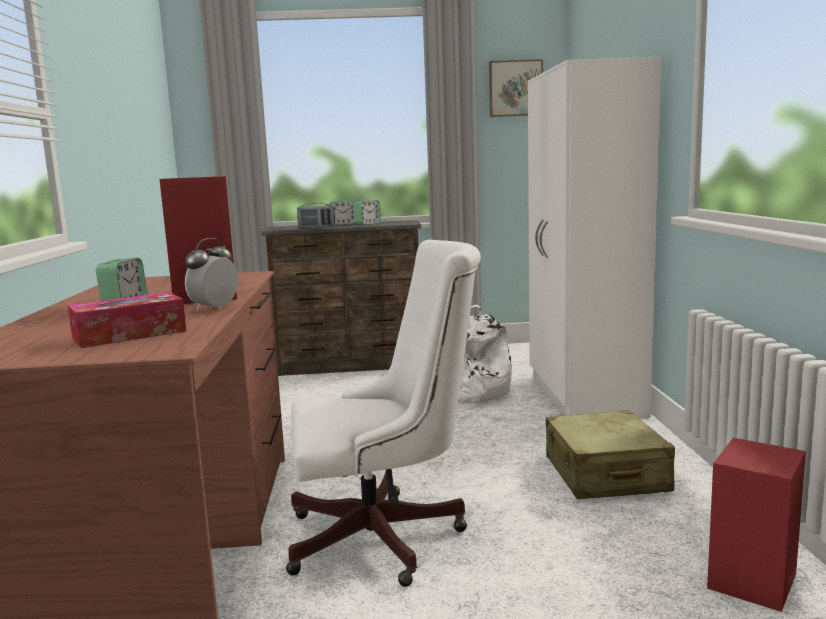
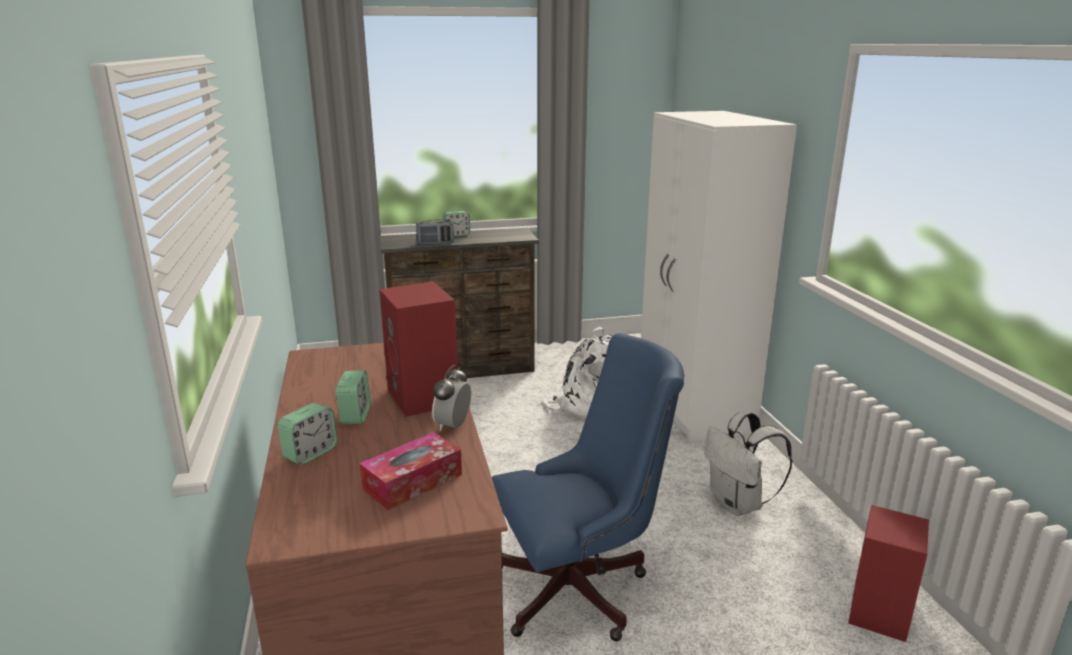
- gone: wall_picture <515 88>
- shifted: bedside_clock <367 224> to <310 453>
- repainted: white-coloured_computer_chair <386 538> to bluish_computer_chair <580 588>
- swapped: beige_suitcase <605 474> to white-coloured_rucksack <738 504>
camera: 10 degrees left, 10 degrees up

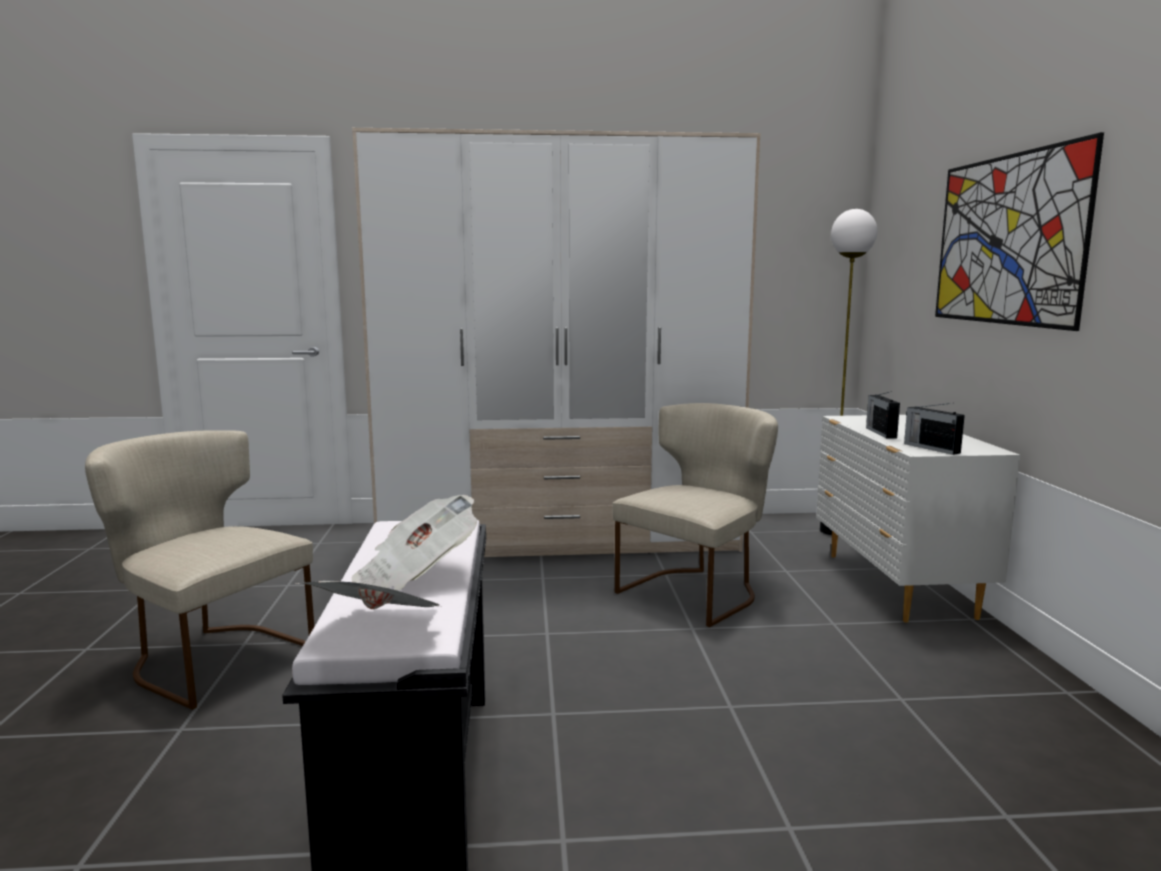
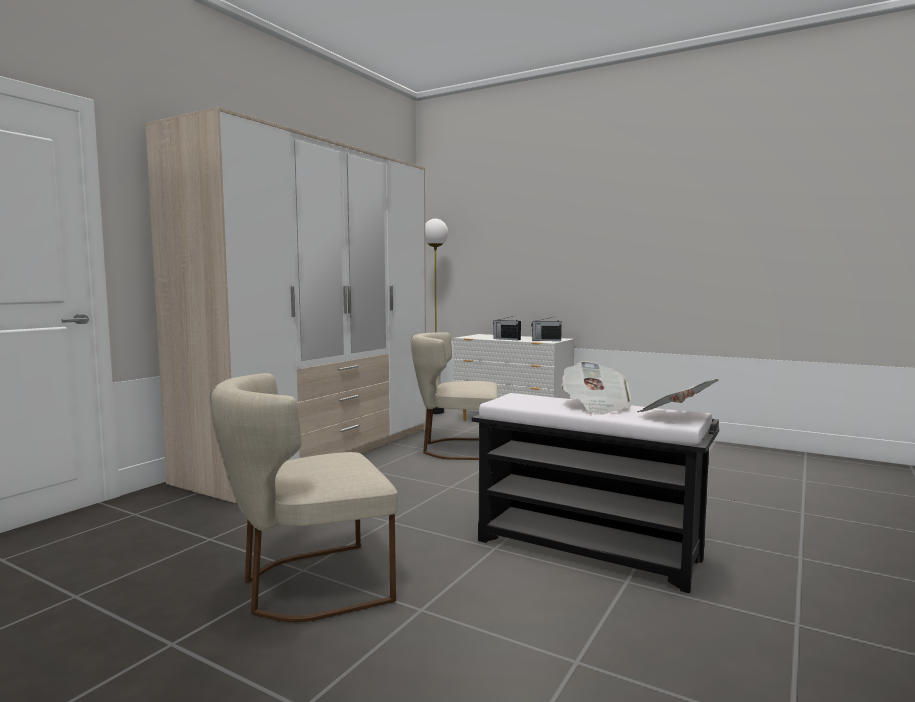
- gone: wall_picture <1006 240>
- rotated: beige_upright_chair <697 591> = <456 449> 75 degrees counterclockwise
camera: 55 degrees left, 5 degrees down

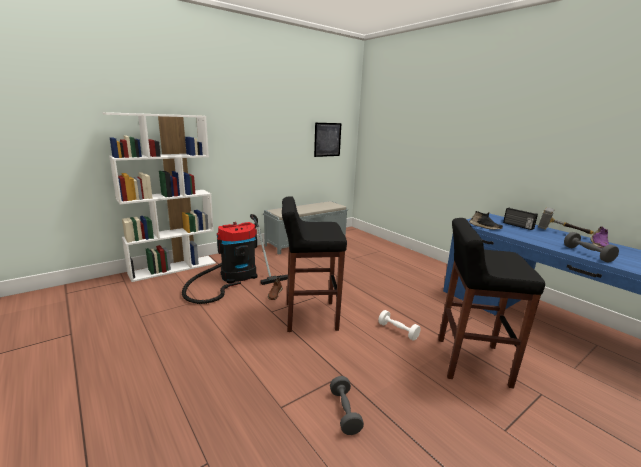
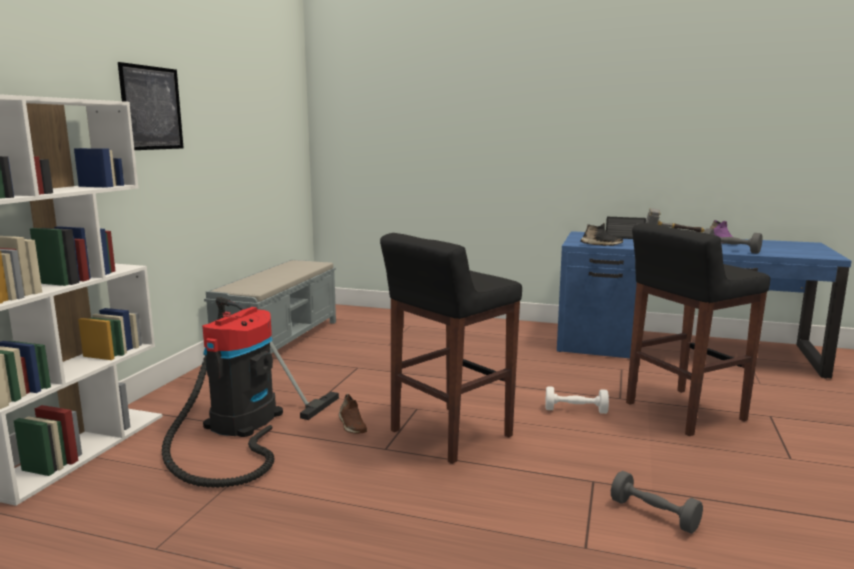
- shifted: wall_picture <327 139> to <152 108>
camera: 35 degrees left, 5 degrees down

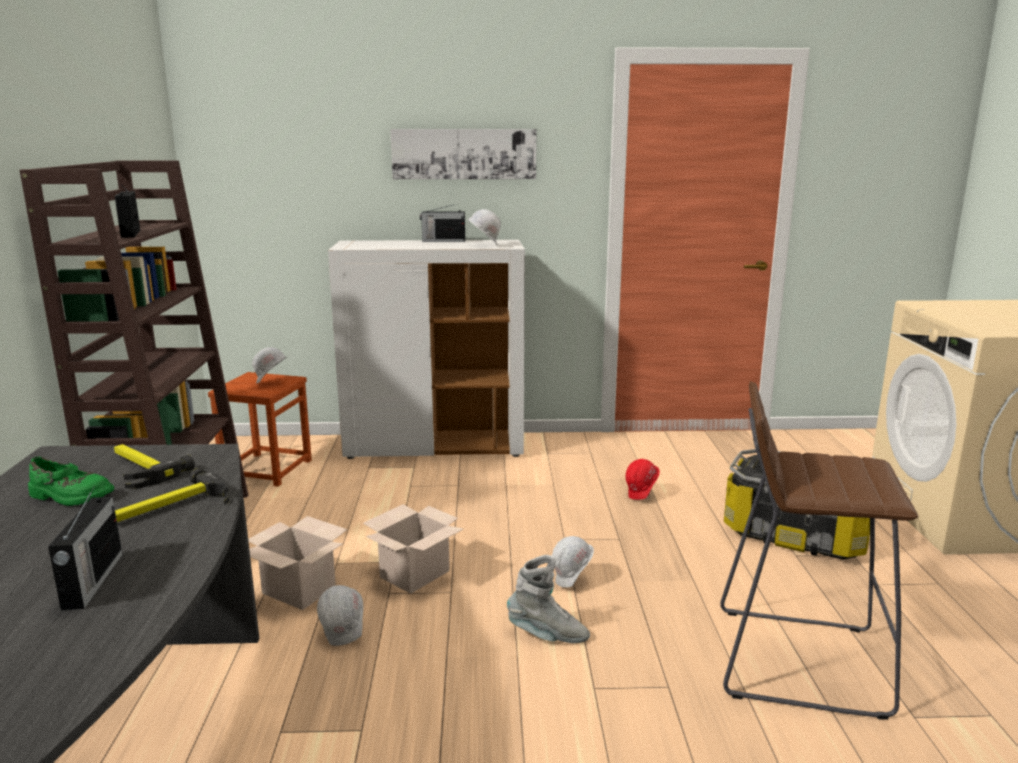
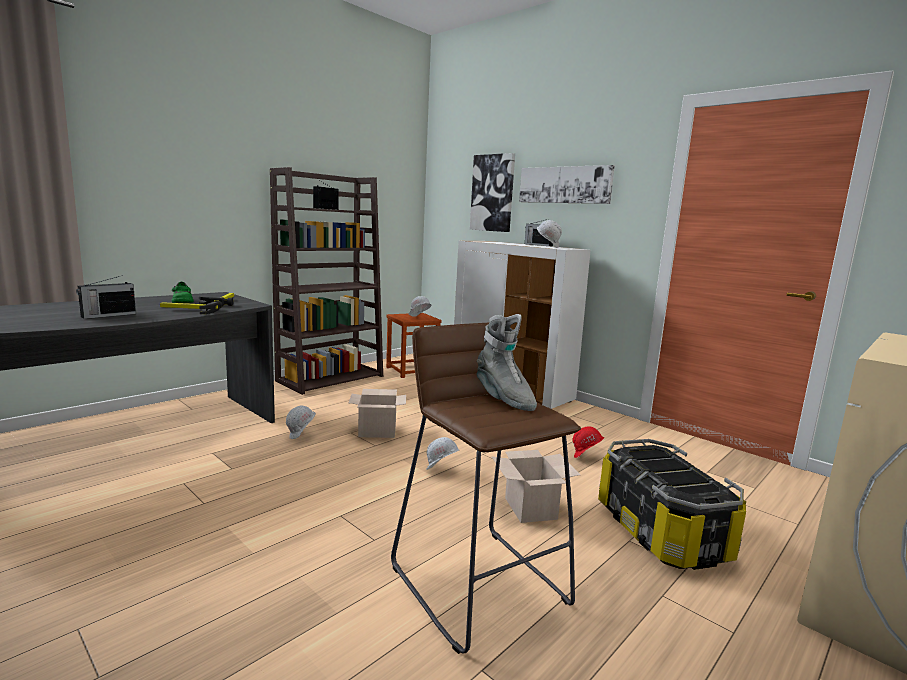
- shifted: packing_box <301 590> to <532 509>
- shifted: grey_tall_boot <547 635> to <503 398>
- new: wall_picture <493 193>
camera: 45 degrees right, 5 degrees down

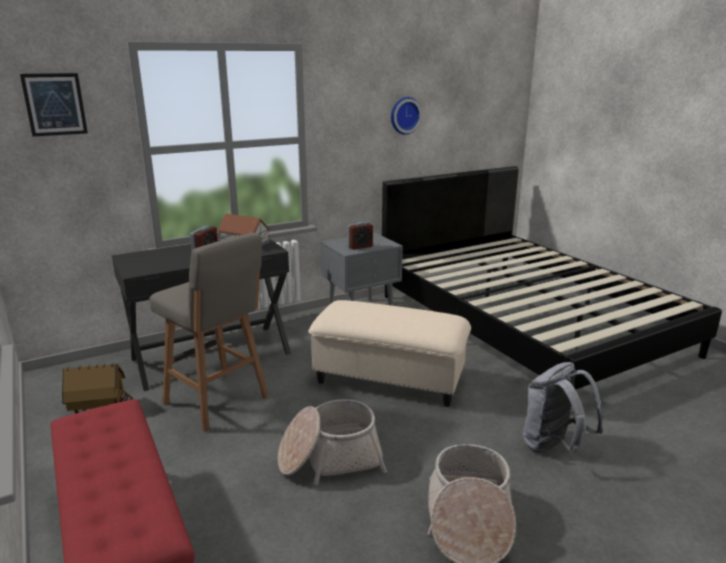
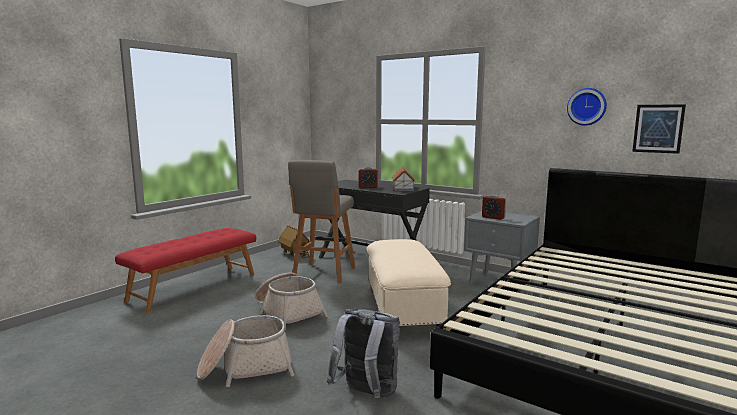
- shifted: wall_picture <55 104> to <658 128>
camera: 65 degrees right, 10 degrees down

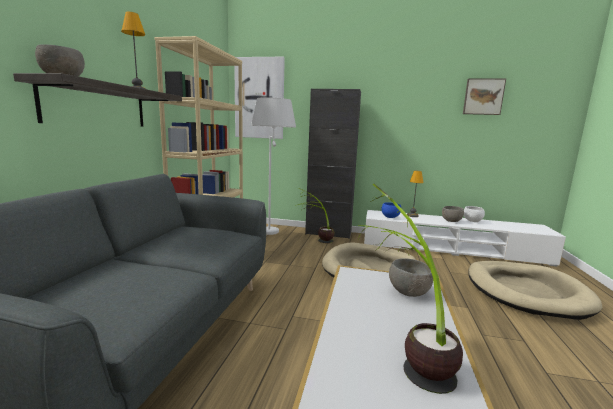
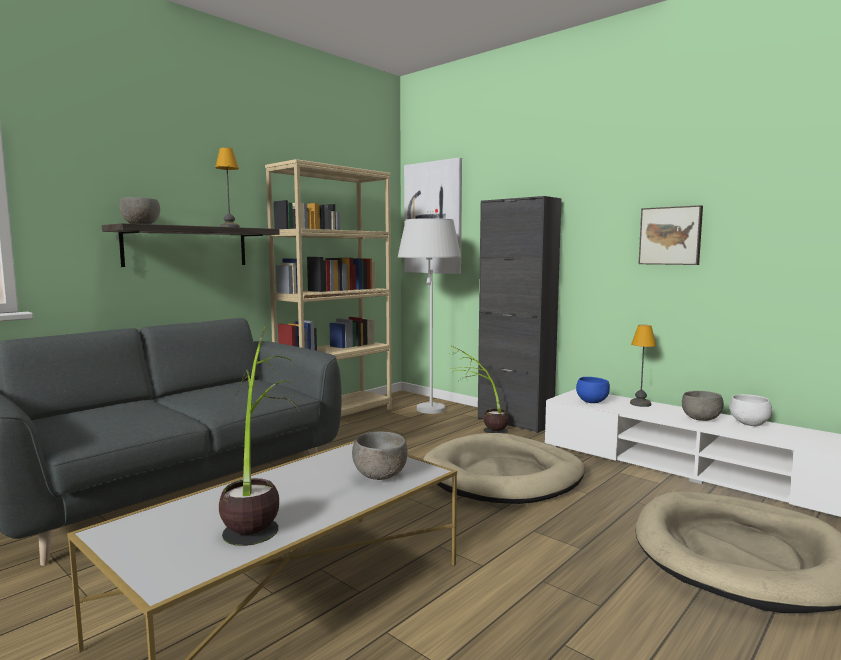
- shifted: wall_picture <483 97> to <670 236>
camera: 30 degrees right, 5 degrees down

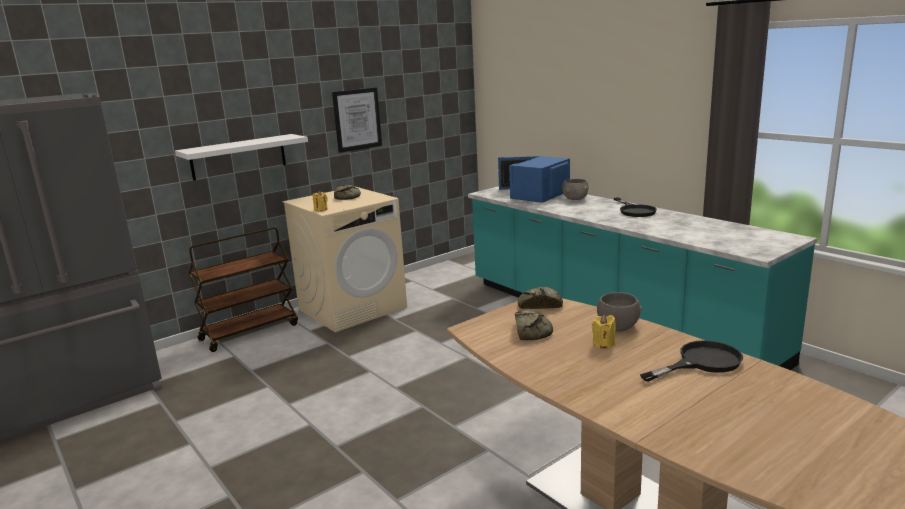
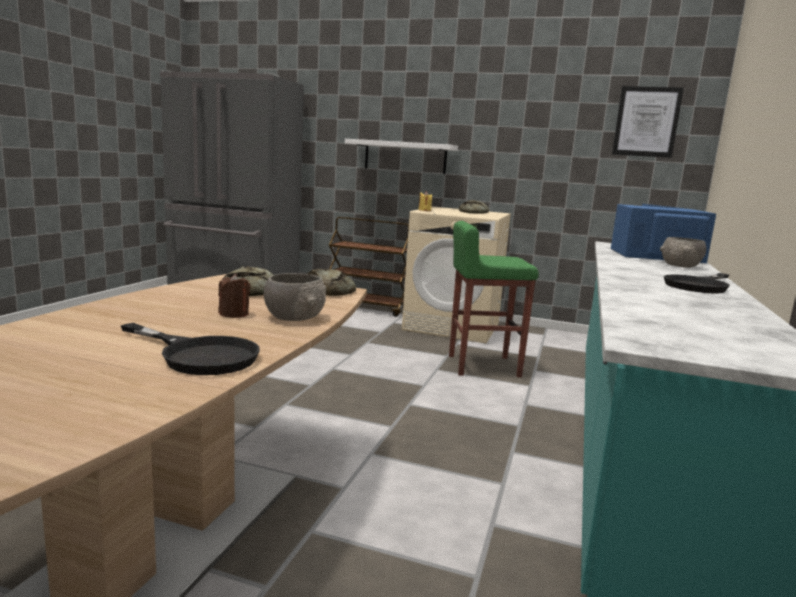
- shifted: wall_picture <357 119> to <646 122>
- repainted: yellowish_wax_light <603 344> to brownish_wax_light <234 314>
- new: green_stool <482 365>
camera: 55 degrees right, 5 degrees down

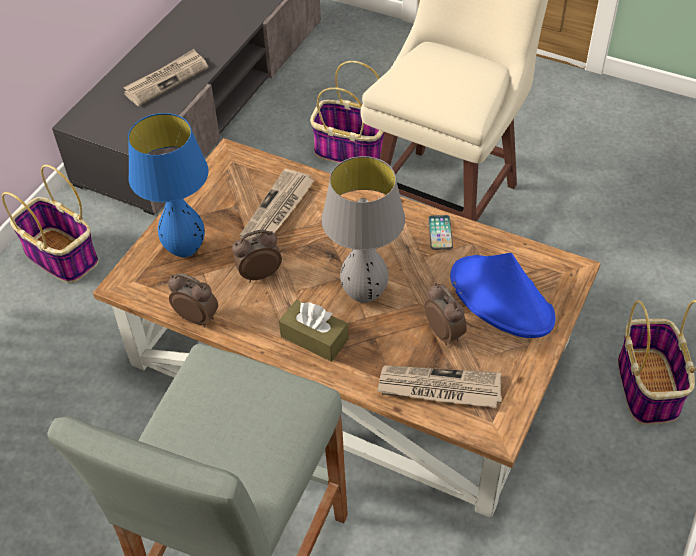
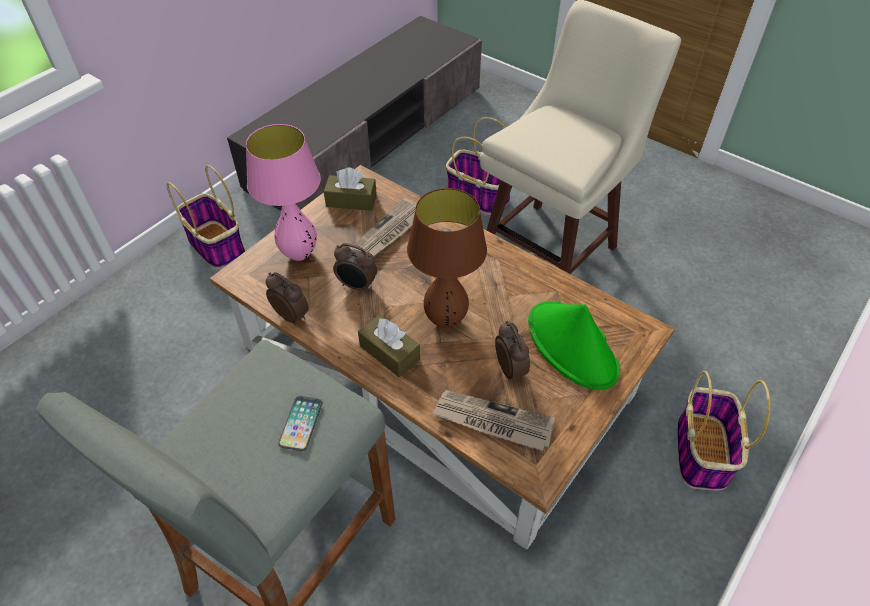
- gone: printed_paper <166 79>
- repainted: bluish_lamp_for_a_table <185 249> to pink-coloured_lamp_for_a_table <299 254>
- repainted: grey_lamp_for_a_table <364 295> to brownish_lamp_for_a_table <445 321>
- shifted: handset <440 233> to <301 423>
- rotated: bedside_clock <259 274> = <357 286> 150 degrees counterclockwise
- repainted: bluish_clothing_hat <502 298> to green_clothing_hat <572 346>
- new: brownish_tissue_holder <351 200>
camera: 10 degrees right, 0 degrees up

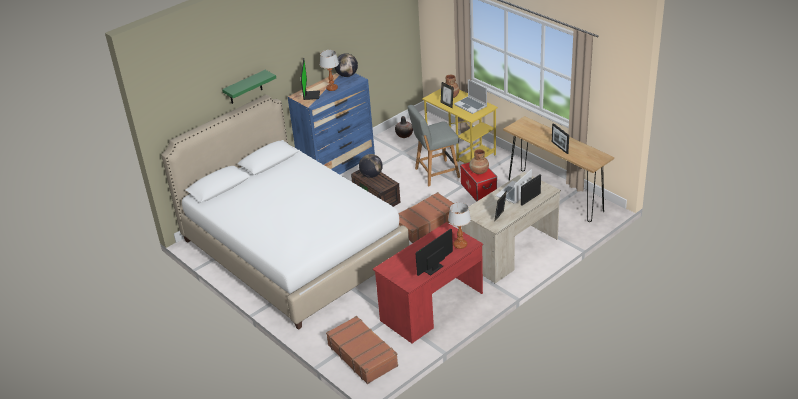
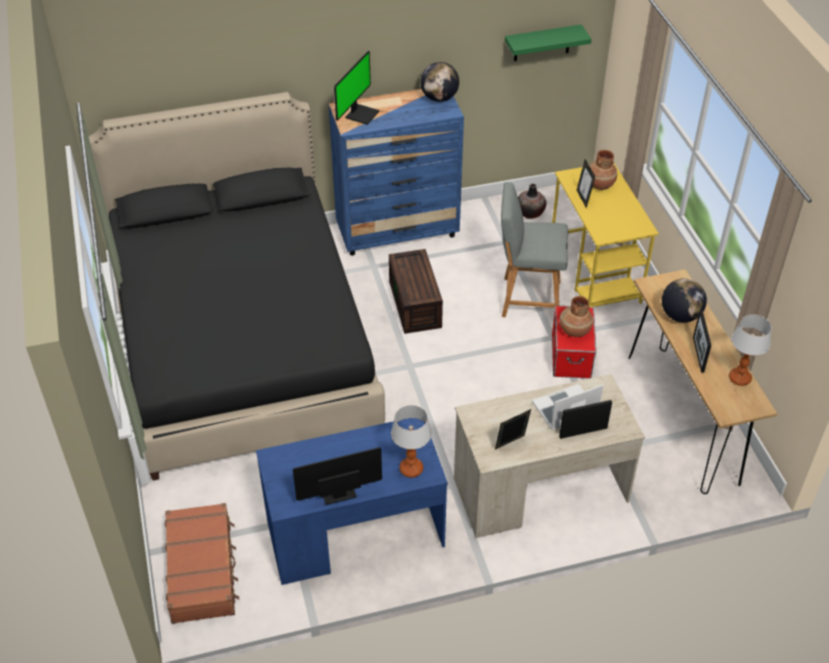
- shifted: lamp_for_a_table <332 88> to <739 378>
- shifted: green_shelf <245 87> to <542 43>
- gone: laptop <471 105>
- repainted: white-coloured_bed <293 250> to black_bed <241 343>
- shifted: desk_globe <371 175> to <680 315>
- gone: brownish_suitcase <425 223>
- repainted: reddish_desk_table <431 307> to bluish_desk_table <354 534>
camera: 25 degrees right, 10 degrees up

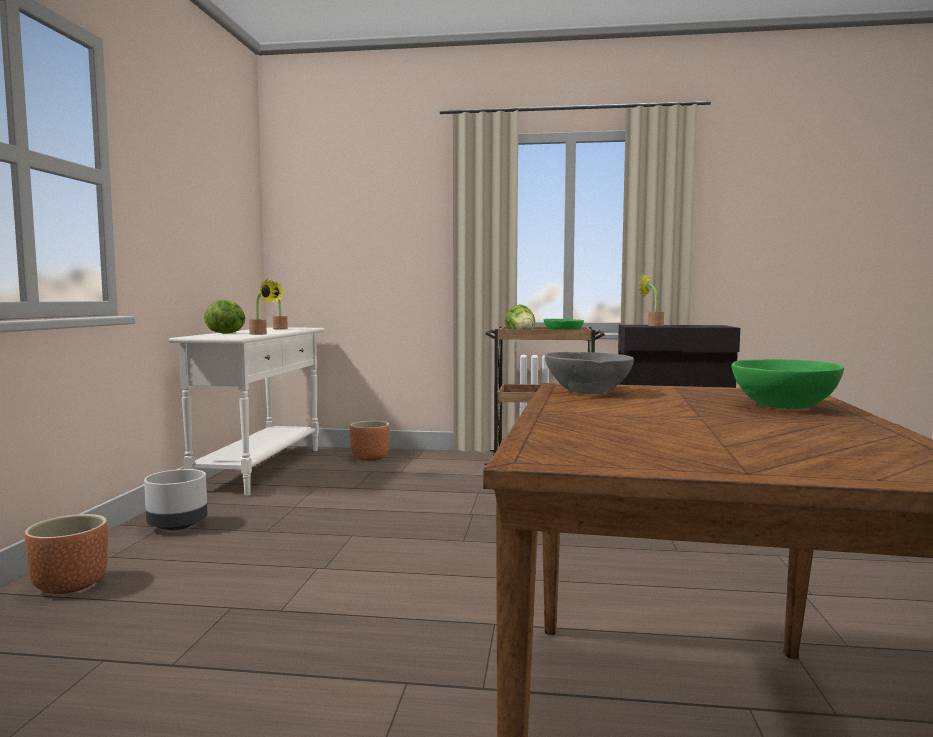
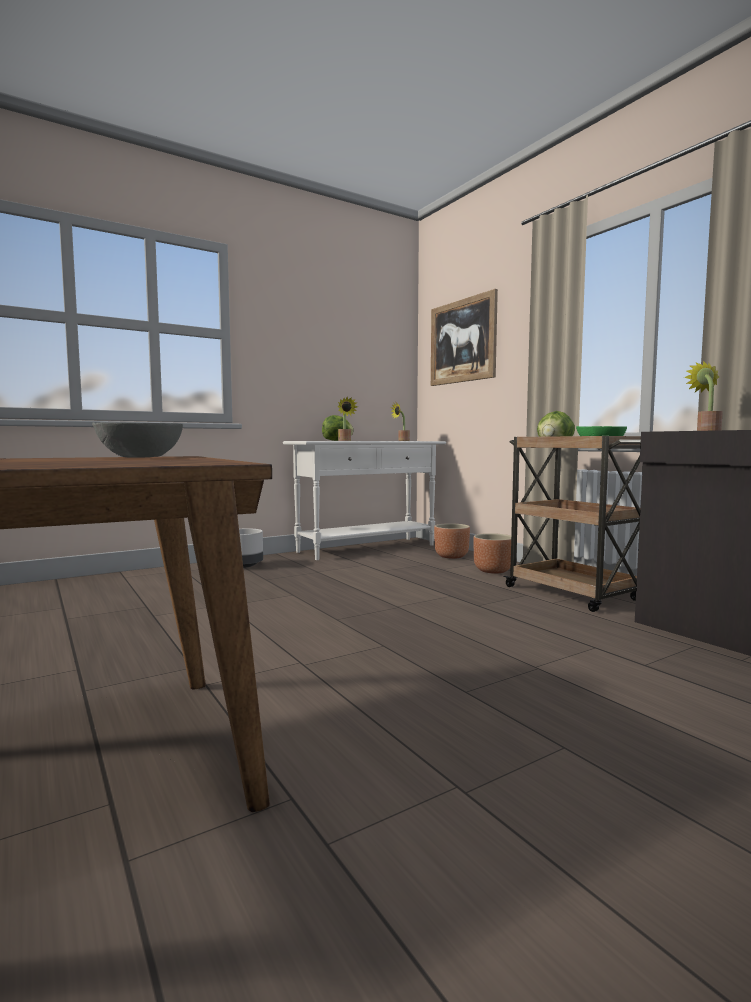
- gone: green_deep_dish <784 406>
- shifted: brownish_plant_pot <70 585> to <492 571>
- new: wall_picture <462 341>
camera: 50 degrees right, 0 degrees up

